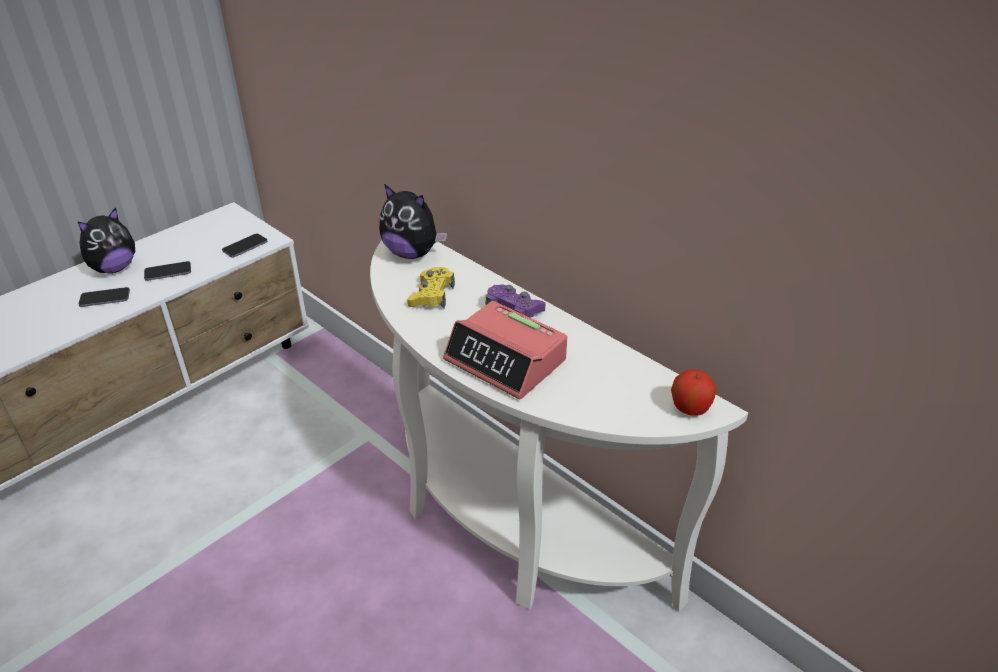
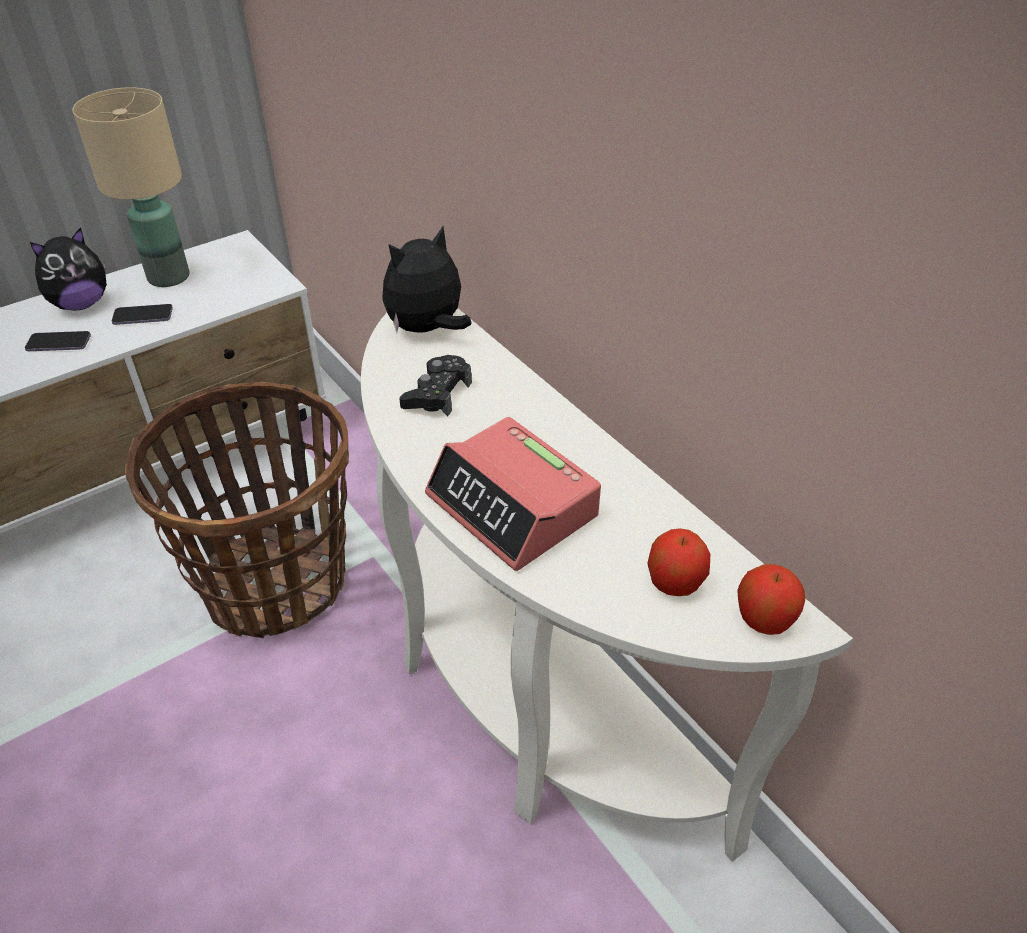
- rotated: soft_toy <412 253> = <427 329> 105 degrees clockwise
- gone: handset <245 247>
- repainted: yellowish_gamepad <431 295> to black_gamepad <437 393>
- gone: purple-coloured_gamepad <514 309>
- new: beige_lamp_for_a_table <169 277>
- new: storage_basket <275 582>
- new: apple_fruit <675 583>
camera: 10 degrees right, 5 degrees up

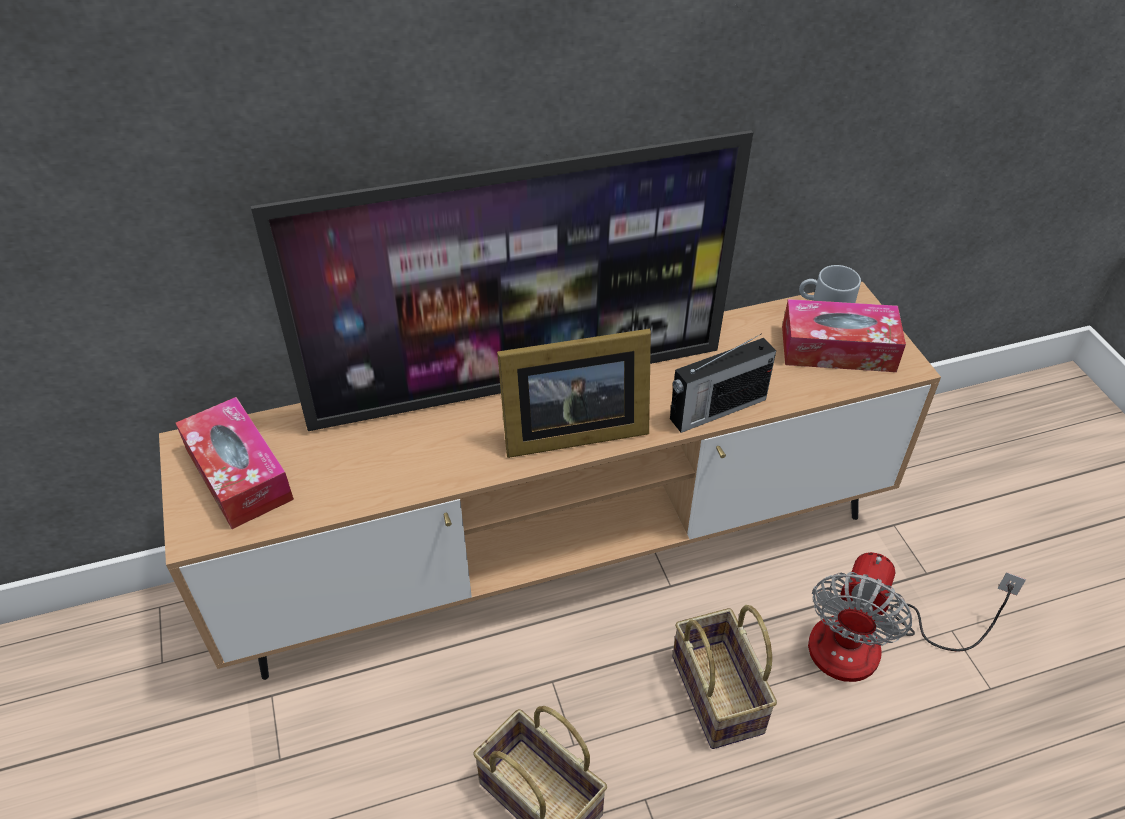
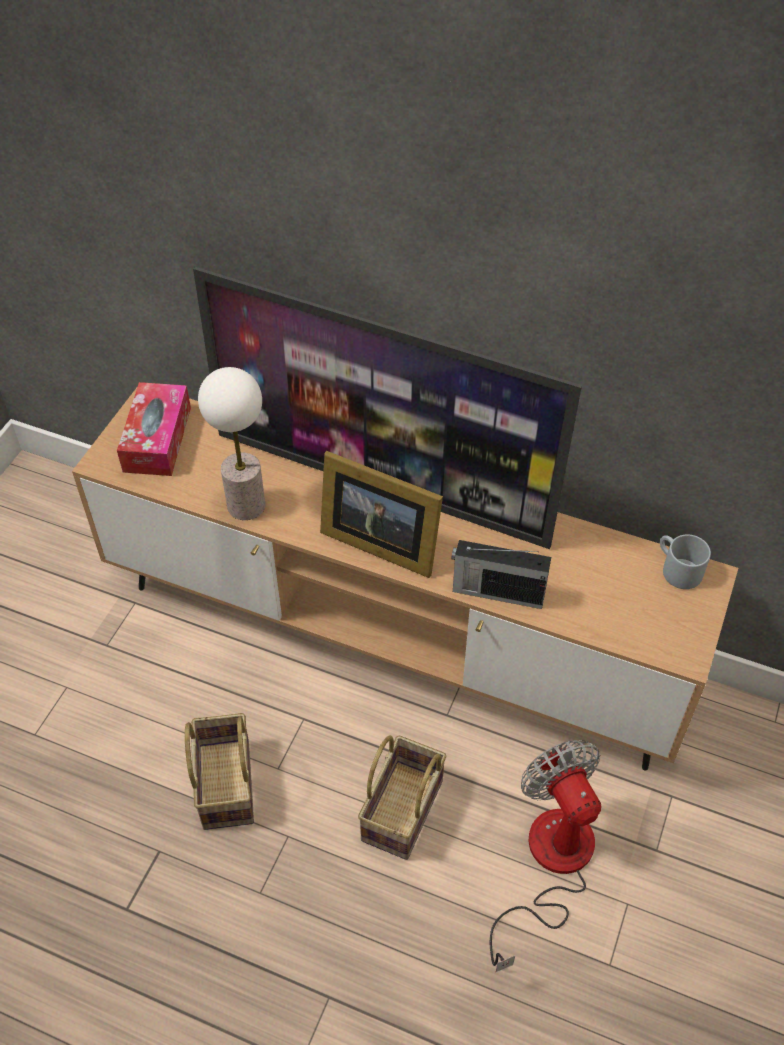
- gone: tissue_holder <838 349>
- rotated: fan <870 645> = <550 864> 90 degrees clockwise
- new: lamp_for_a_table <246 506>
camera: 40 degrees right, 5 degrees up

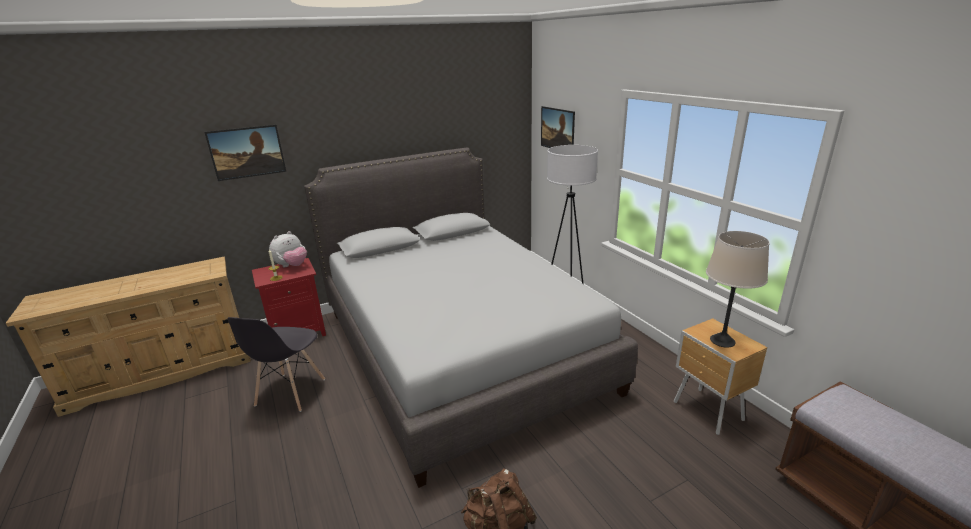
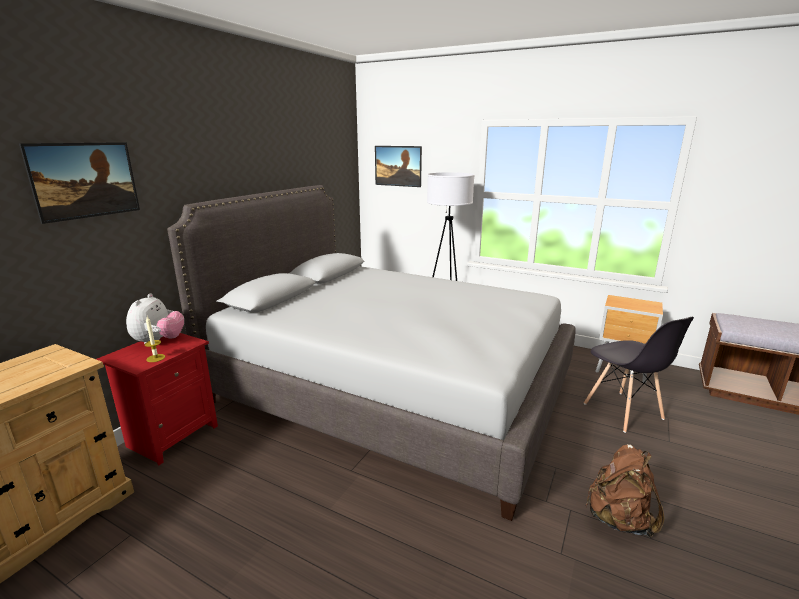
- gone: beige_lamp_for_a_table <722 340>
- shifted: grey_upright_chair <290 393> to <623 412>
camera: 35 degrees left, 5 degrees down

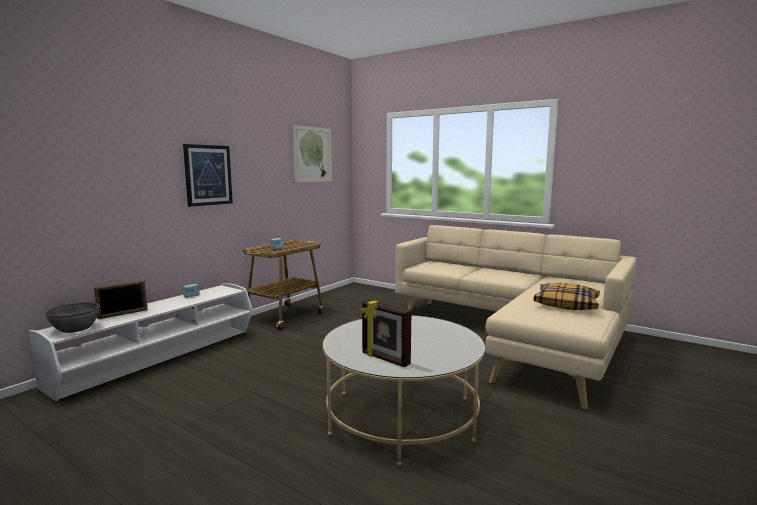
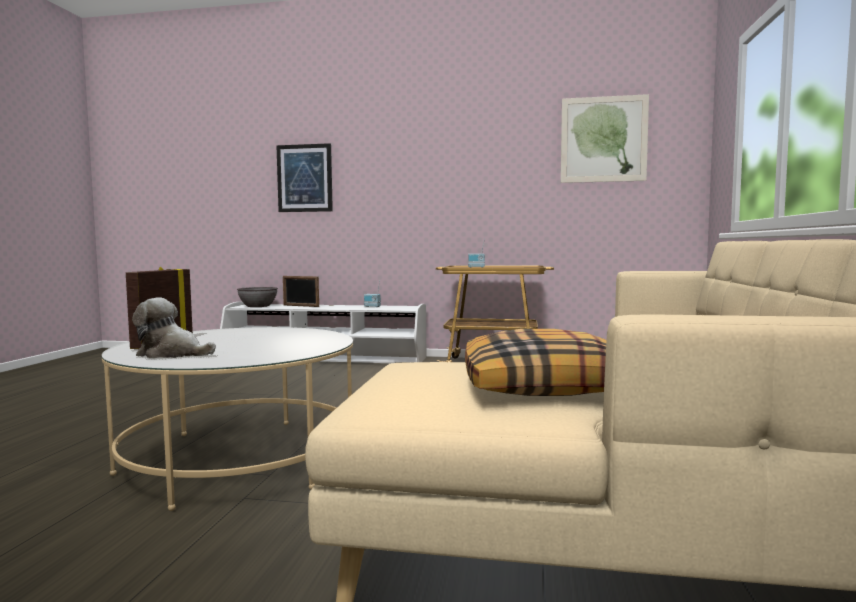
- shifted: wall_picture <208 175> to <305 178>
- new: soft_toy <172 354>
camera: 65 degrees right, 5 degrees down

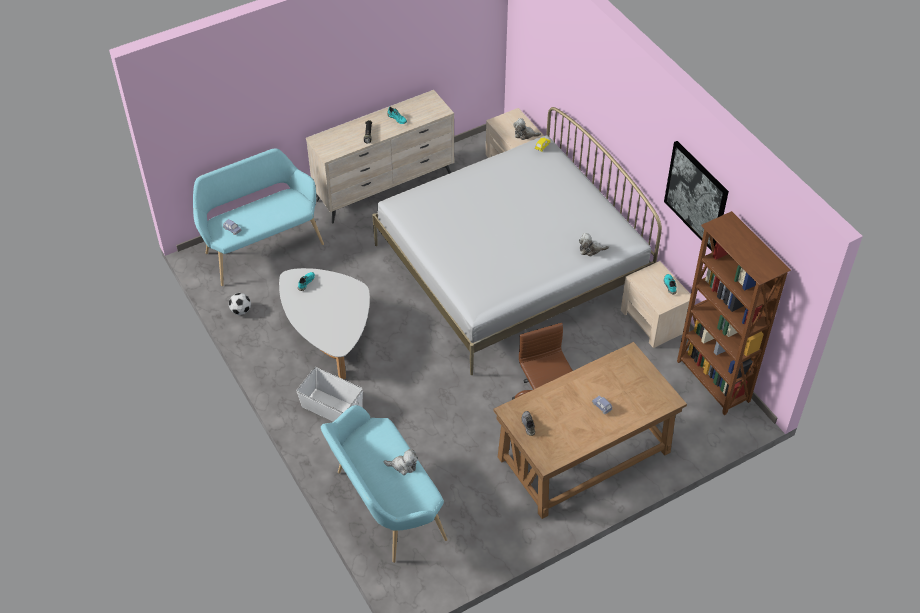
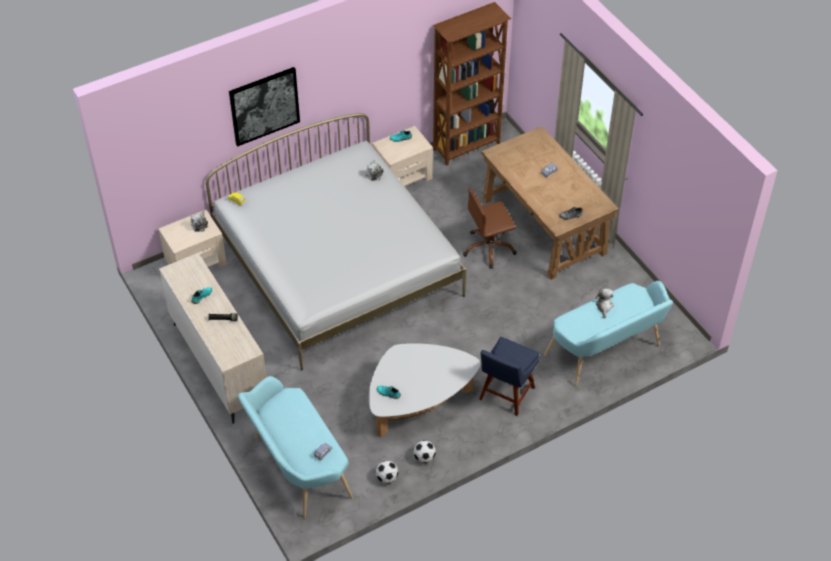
- shifted: wall_picture <696 195> to <264 106>
- swapped: white-coloured_storage_container <332 408> to bluish_upright_chair <505 395>
- new: football <424 457>
camera: 90 degrees left, 0 degrees up

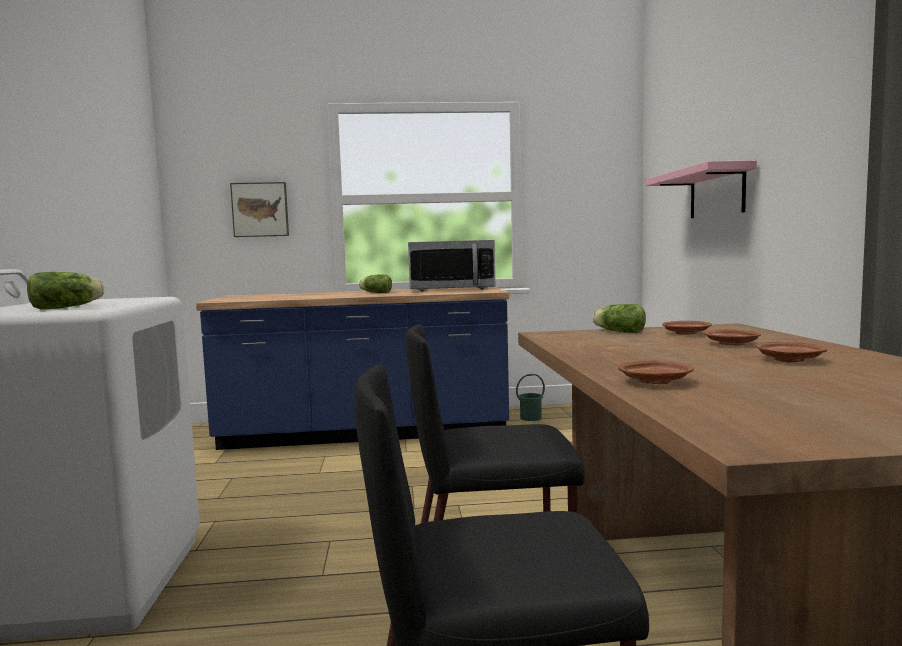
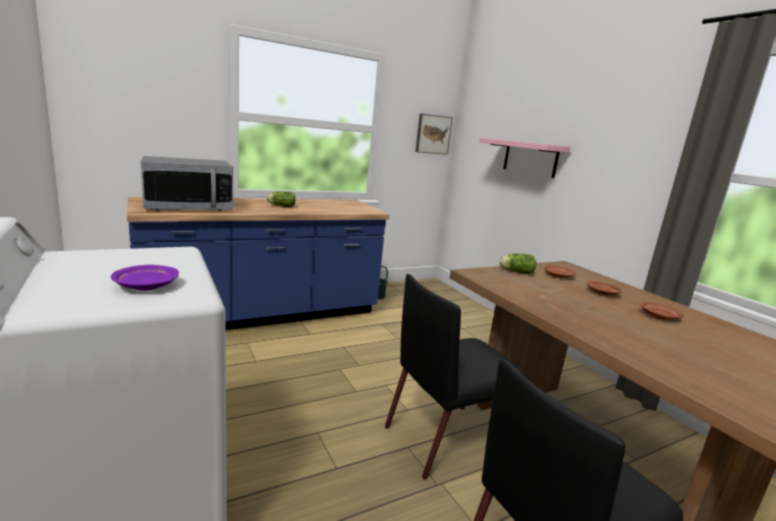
- shifted: wall_picture <260 209> to <432 134>
- shifted: kitchen_microwave <451 289> to <188 207>
- swapped: lettuce_head <68 307> to purple-coloured_plate <146 286>
- gone: brownish_plate <655 382>
camera: 25 degrees left, 10 degrees up

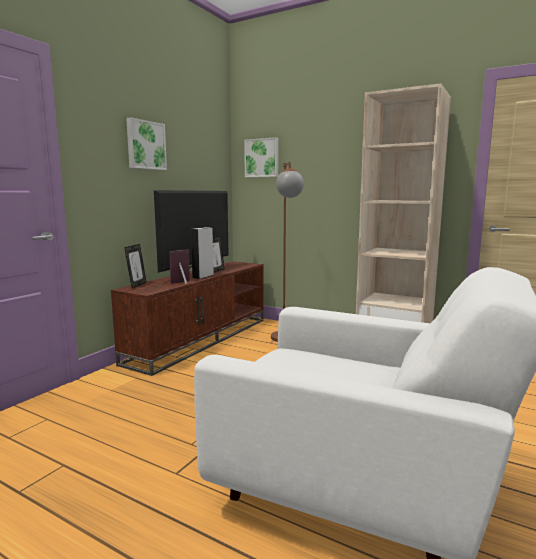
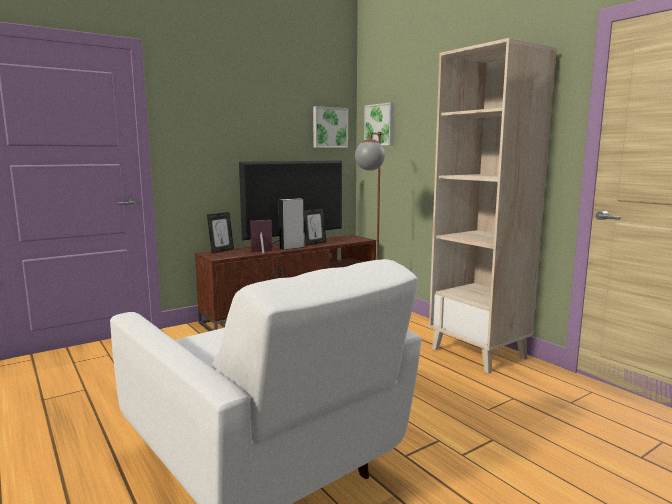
- shifted: wall_picture <145 145> to <329 127>
camera: 25 degrees right, 0 degrees up

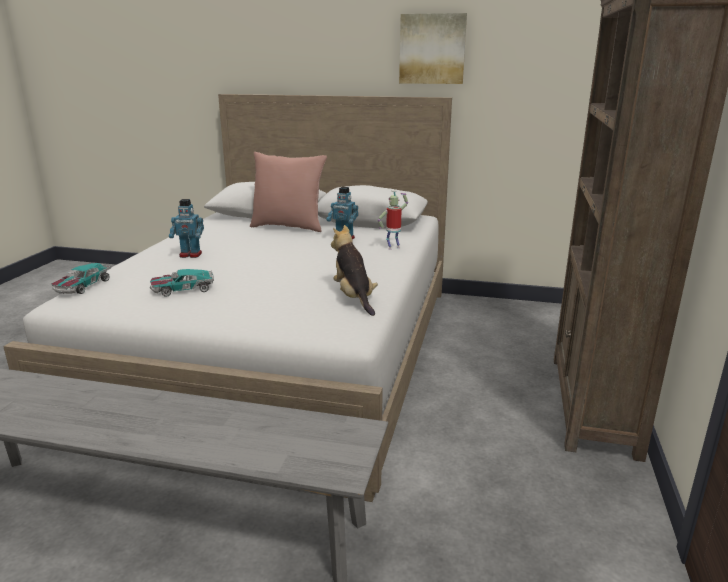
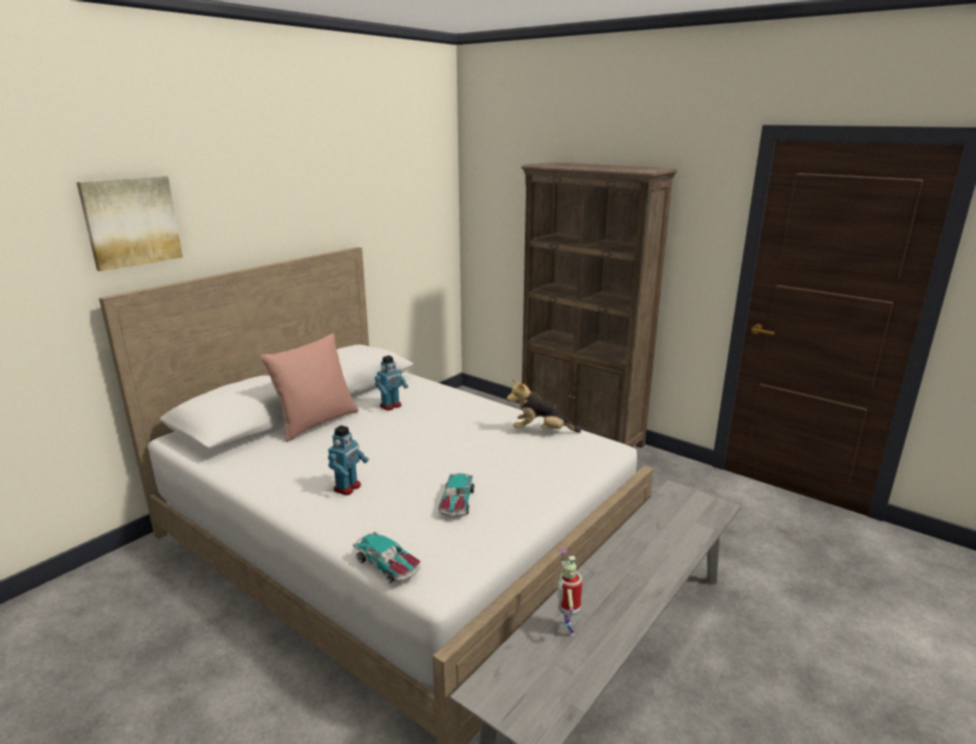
- shifted: wall_picture <432 49> to <131 221>
- shifted: model_robot <393 247> to <567 628>
camera: 65 degrees left, 0 degrees up

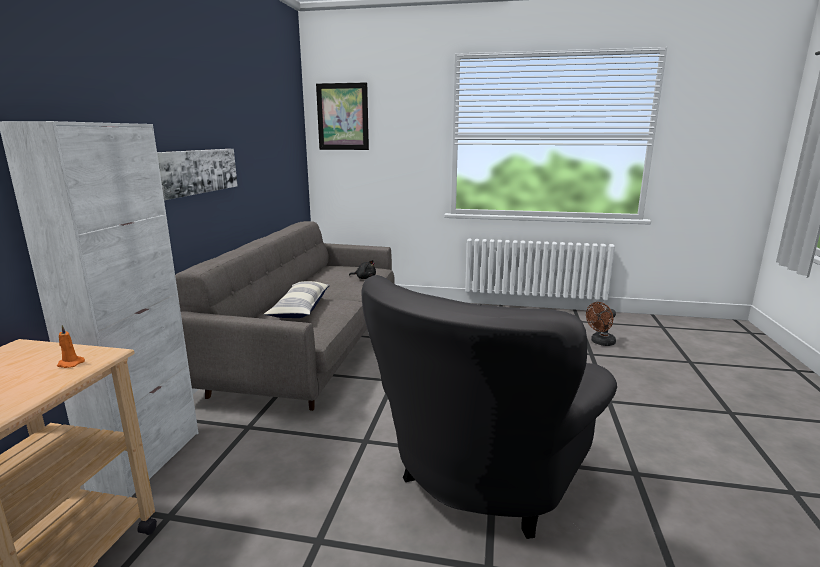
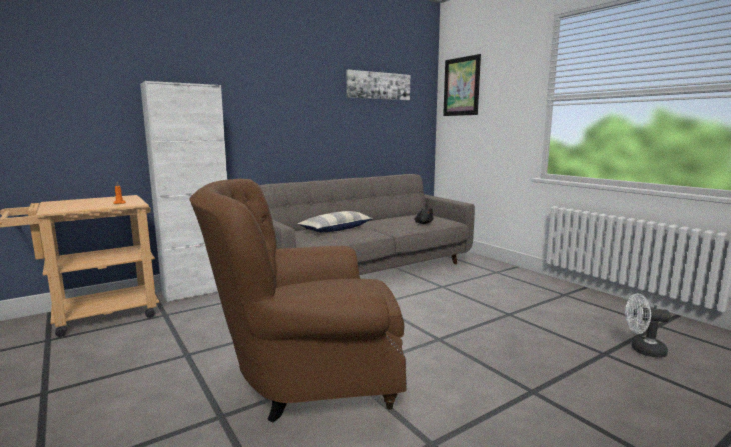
- shifted: wall_picture <197 171> to <378 85>
- repainted: grey_lounge_chair <481 482> to brownish_lounge_chair <308 379>
- repainted: brownish_fan <600 342> to white-coloured_fan <642 350>
camera: 45 degrees right, 5 degrees down

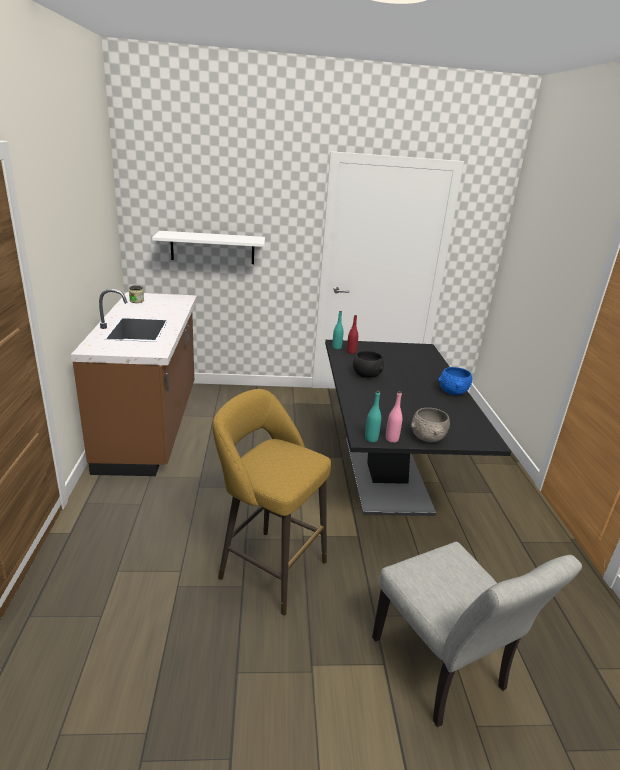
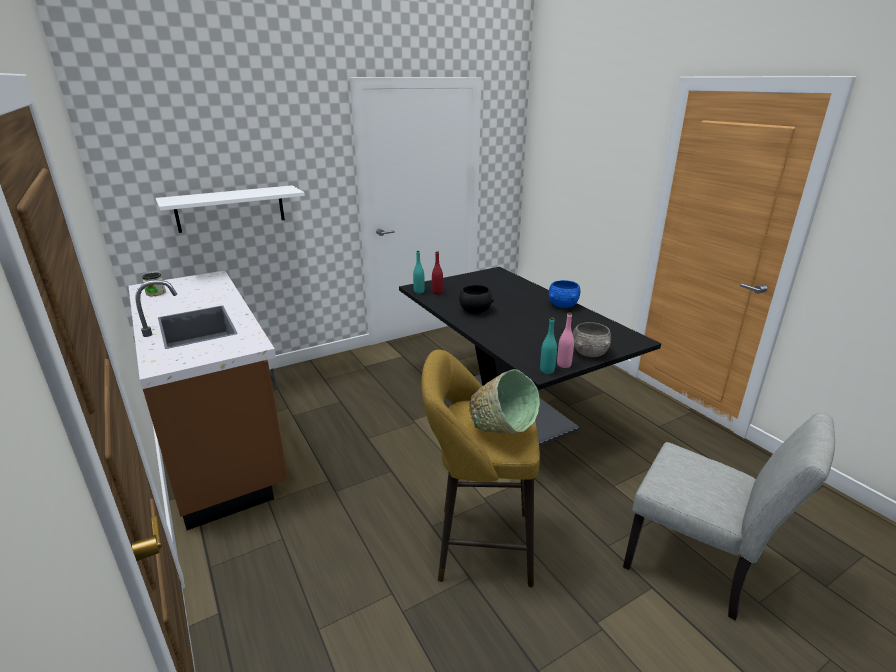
- new: green_deep_dish <503 433>
camera: 25 degrees left, 0 degrees up

